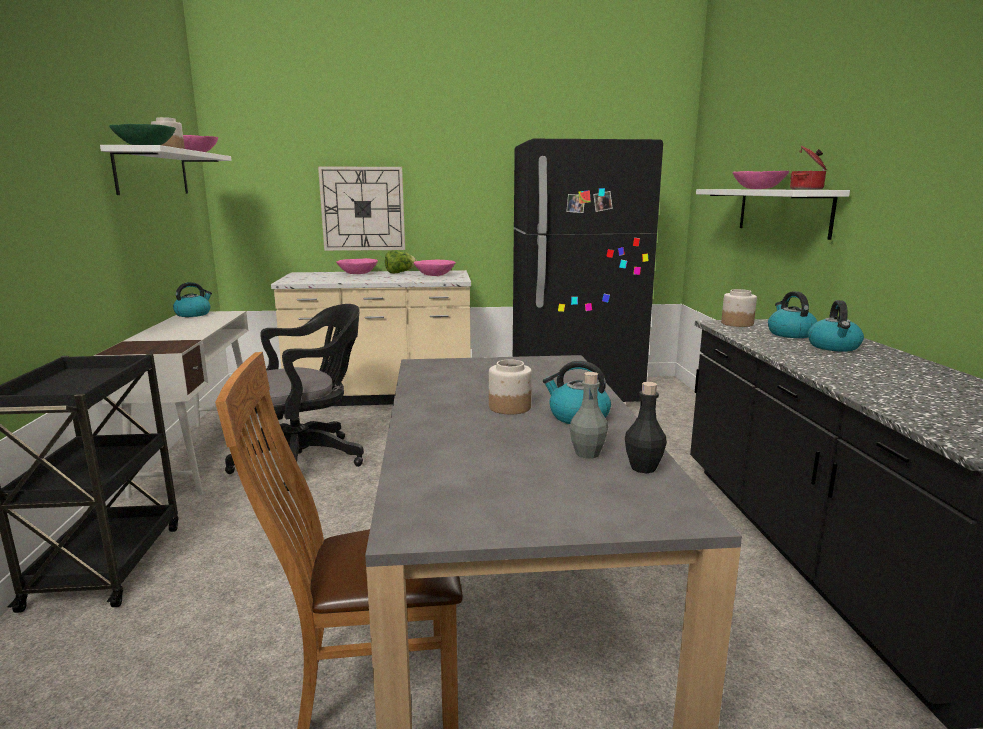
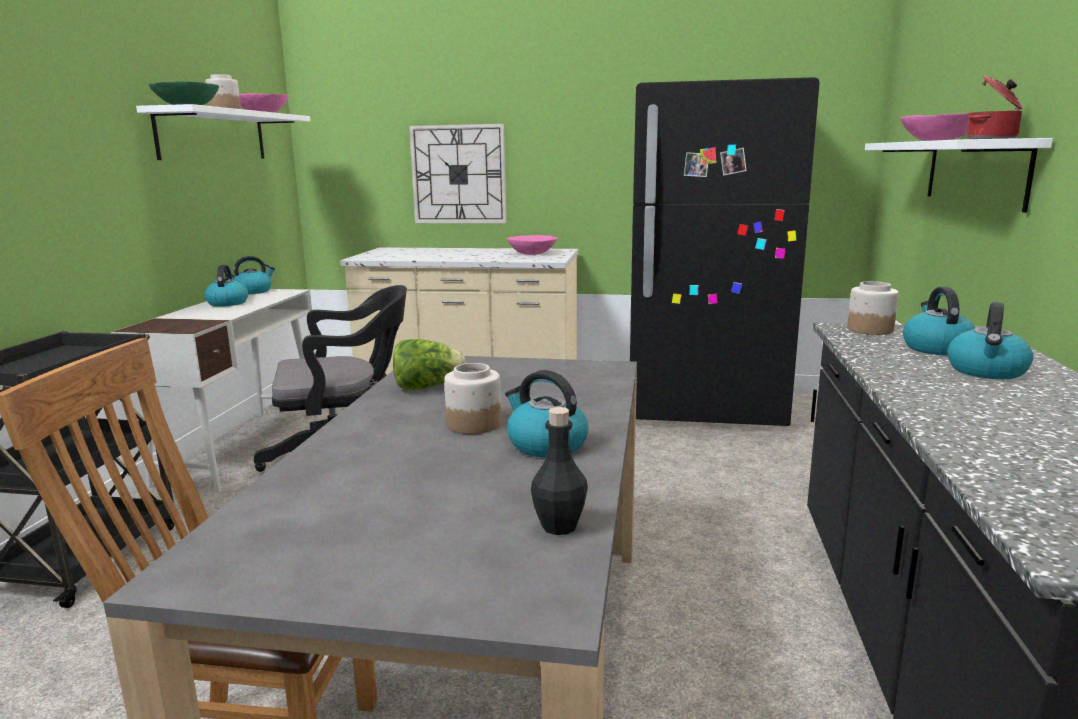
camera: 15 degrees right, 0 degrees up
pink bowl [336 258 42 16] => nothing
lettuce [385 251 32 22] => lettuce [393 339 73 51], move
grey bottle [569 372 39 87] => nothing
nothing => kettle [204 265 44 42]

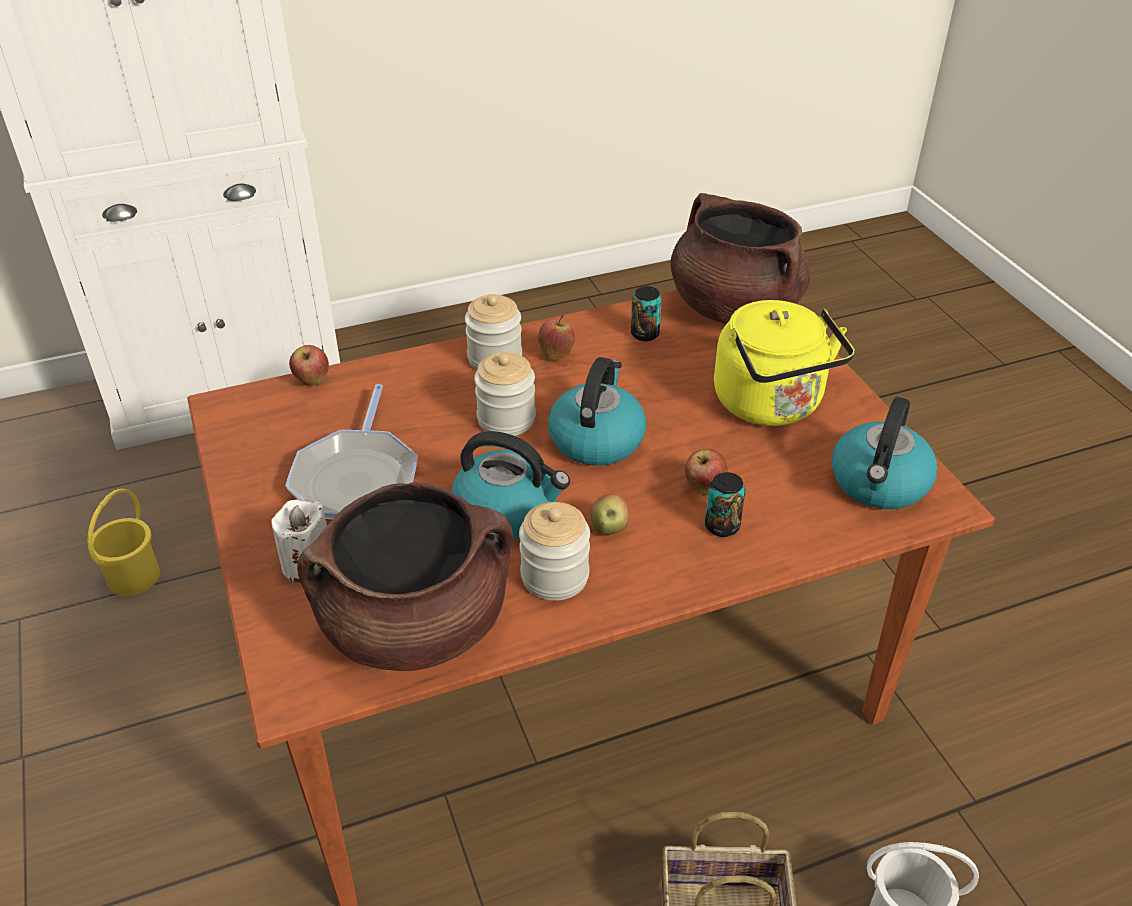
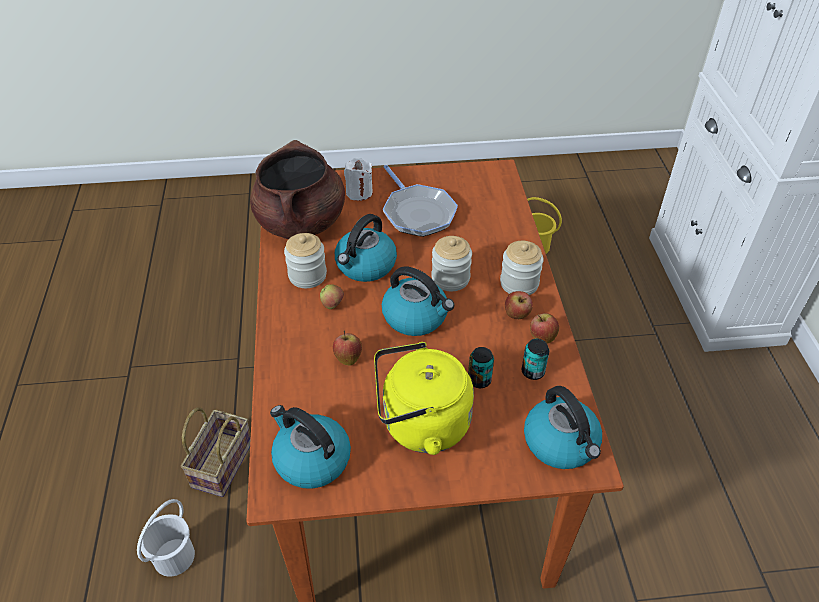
camera: 105 degrees right, 5 degrees up
frying pan [285 384 133 137] => frying pan [383 165 75 72], 135 degrees counterclockwise
apple [289 345 40 41] => apple [530 313 29 30], move
brown cooking pot [670 193 140 131] => kettle [524 386 78 83]
can [705 472 40 65] => can [468 347 26 41], move

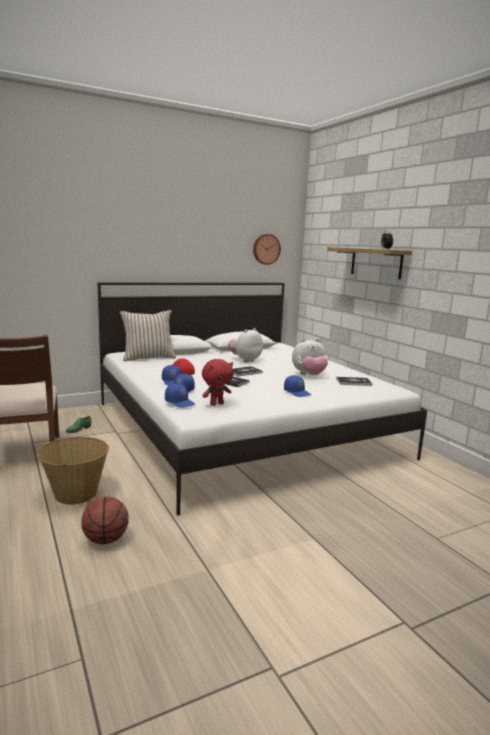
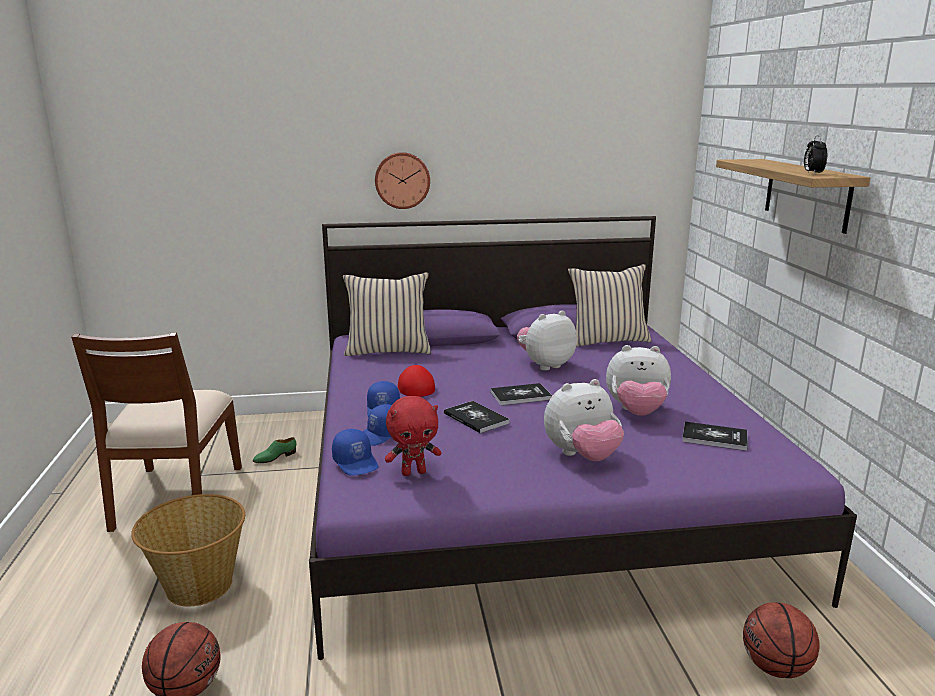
camera: 20 degrees right, 5 degrees up
white bed [98 282 329 233] => purple bed [309 216 548 444]
wall clock [253 234 28 31] => wall clock [375 152 55 57], move
blue cap [284 375 27 22] => plush toy [544 379 80 83]
nothing => beige pillow [568 264 84 83]
nothing => basketball [743 602 77 76]

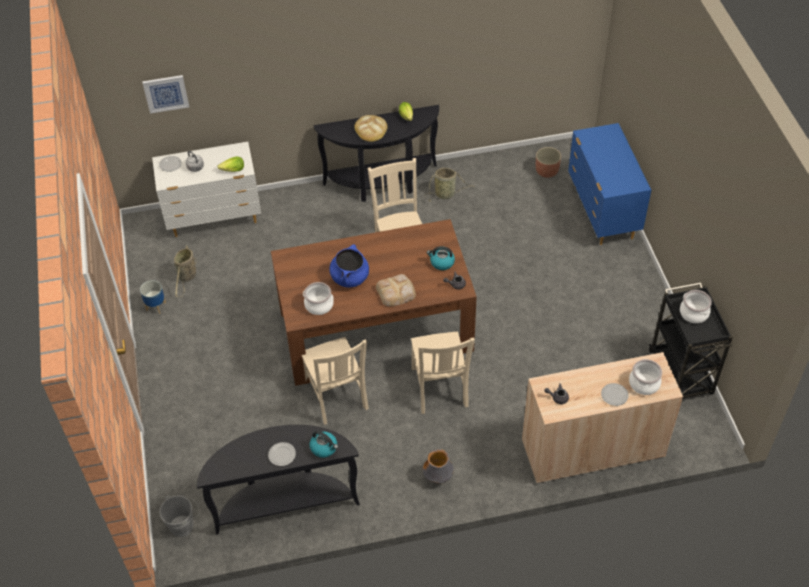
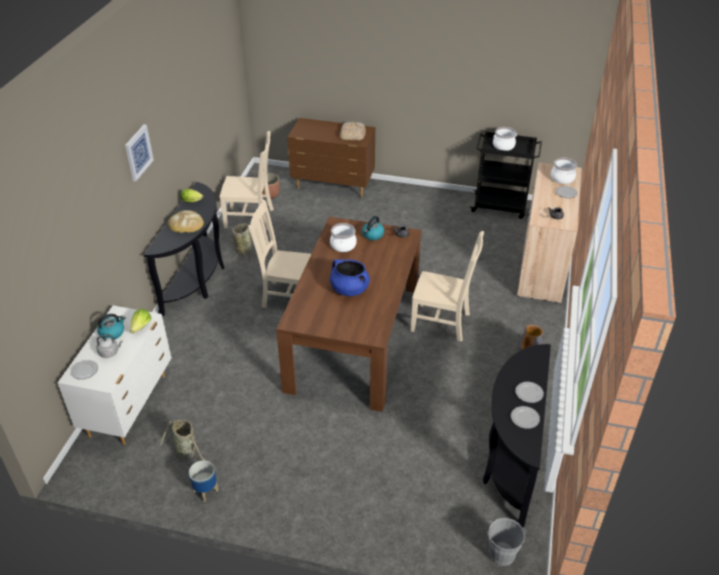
camera: 65 degrees left, 10 degrees down
picture [142 75 47 39] => picture [125 124 29 57], move
beige chair [302 337 67 88] => beige chair [220 131 54 99], move
cooking pot [303 282 31 33] => cooking pot [330 223 27 29], move
kettle [310 431 28 27] => kettle [97 314 29 26], move
bread [376 274 40 32] => bread [340 122 26 18], move
blue dresser [568 123 83 122] => brown dresser [287 118 88 80]
nothing => plate [511 406 29 23]

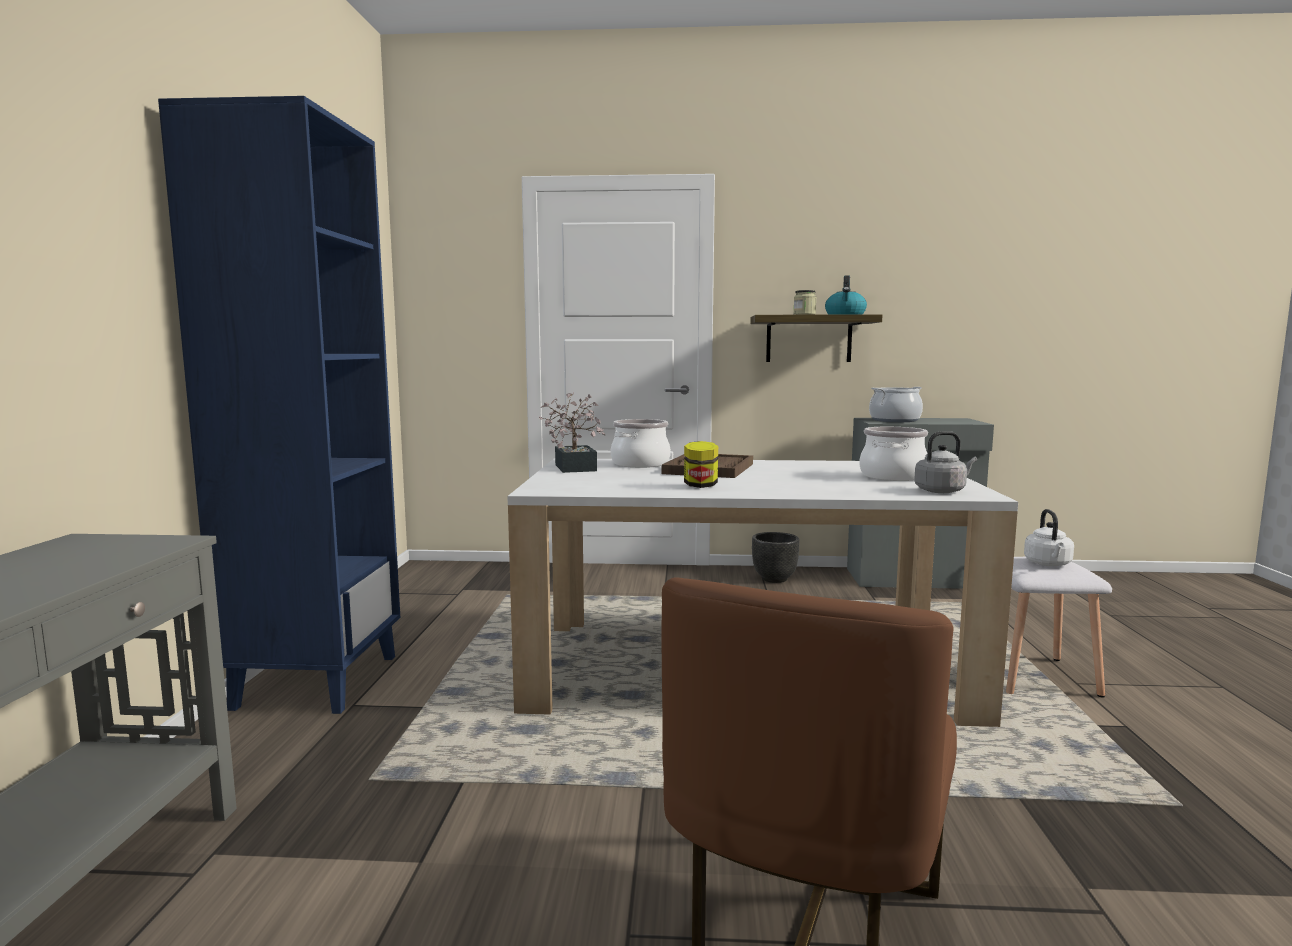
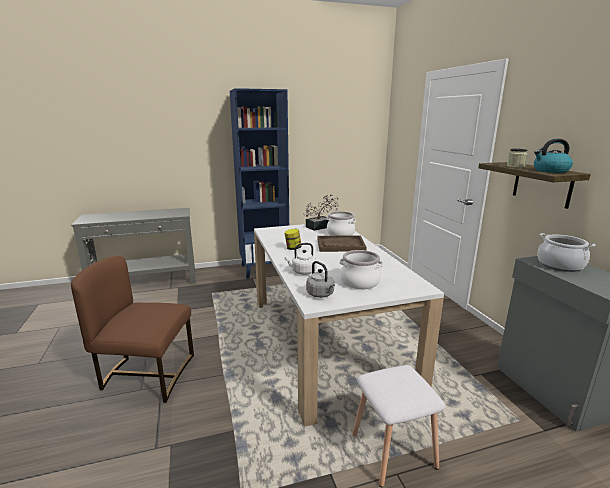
camera: 70 degrees right, 10 degrees up
black planter [752 532 48 51] => nothing
white kettle [1024 509 50 57] => white kettle [285 243 32 32], move

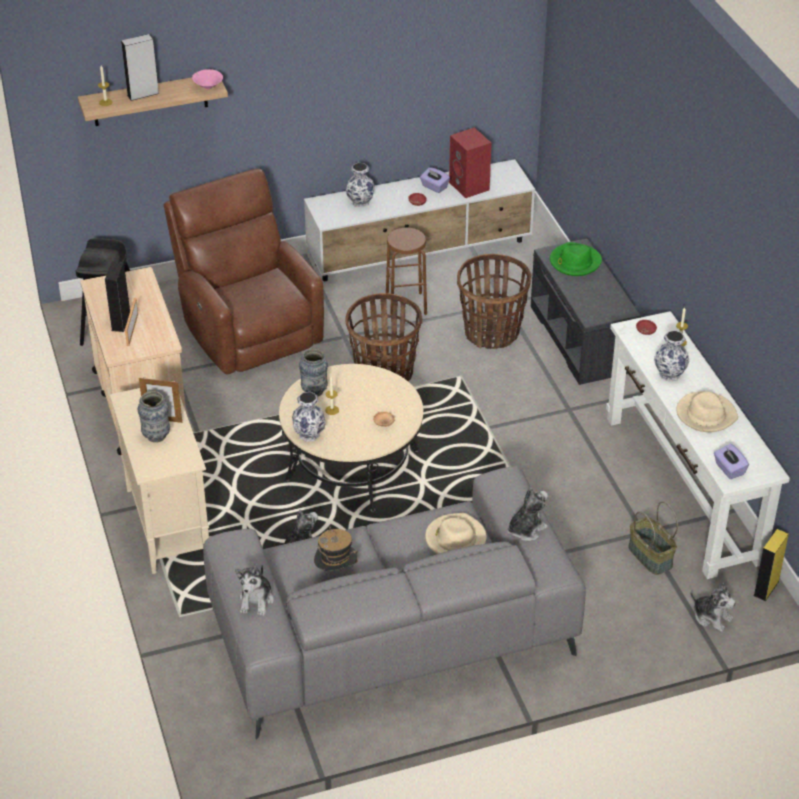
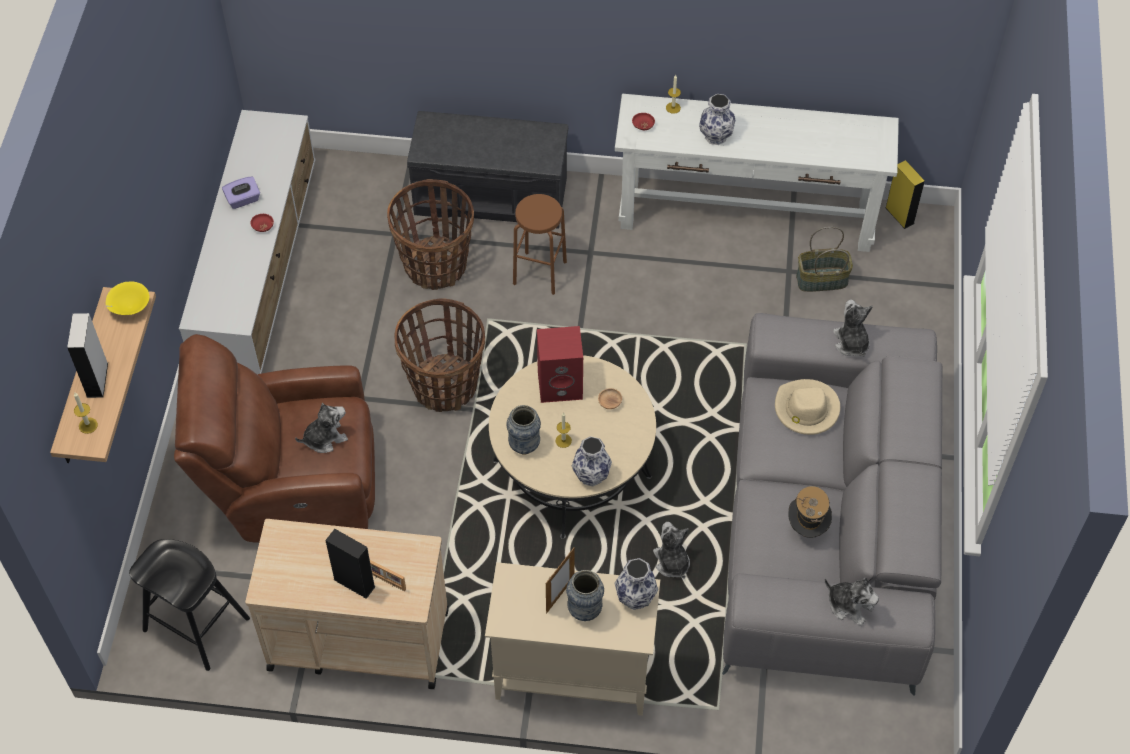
camera: 65 degrees left, 15 degrees up
pink bowl [192 69 31 20] => yellow bowl [106 281 43 34]
vase [346 163 29 45] => vase [614 558 44 52], move
brown stool [386 228 41 87] => brown stool [513 194 54 101], move
red speaker [449 128 42 70] => red speaker [537 326 46 77], move
green hat [550 242 52 34] => nothing
beige hat [676 391 62 41] => nothing
plush toy [690 583 46 49] => plush toy [295 403 53 50], move
purple tissue box [714 444 35 35] => nothing

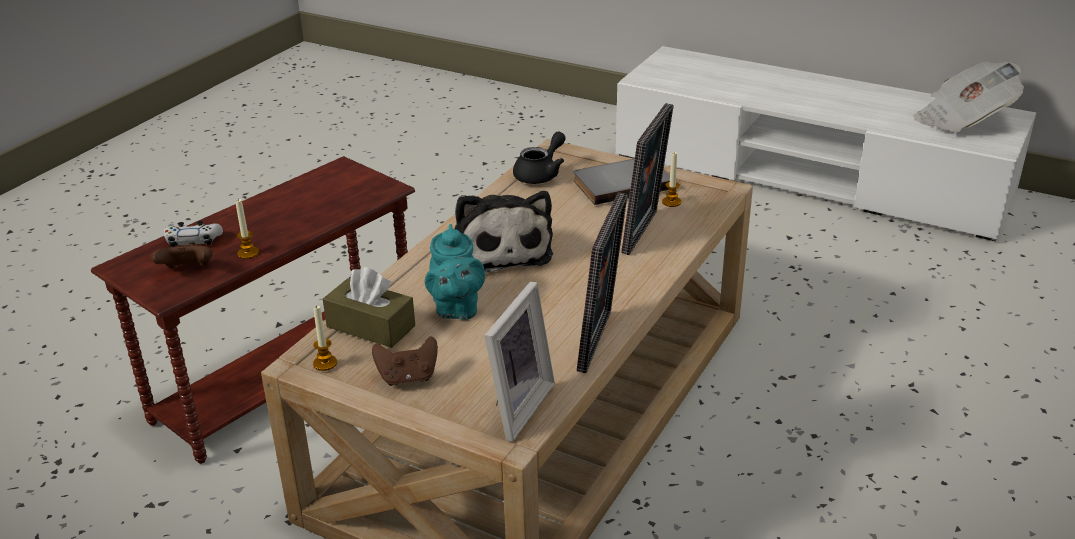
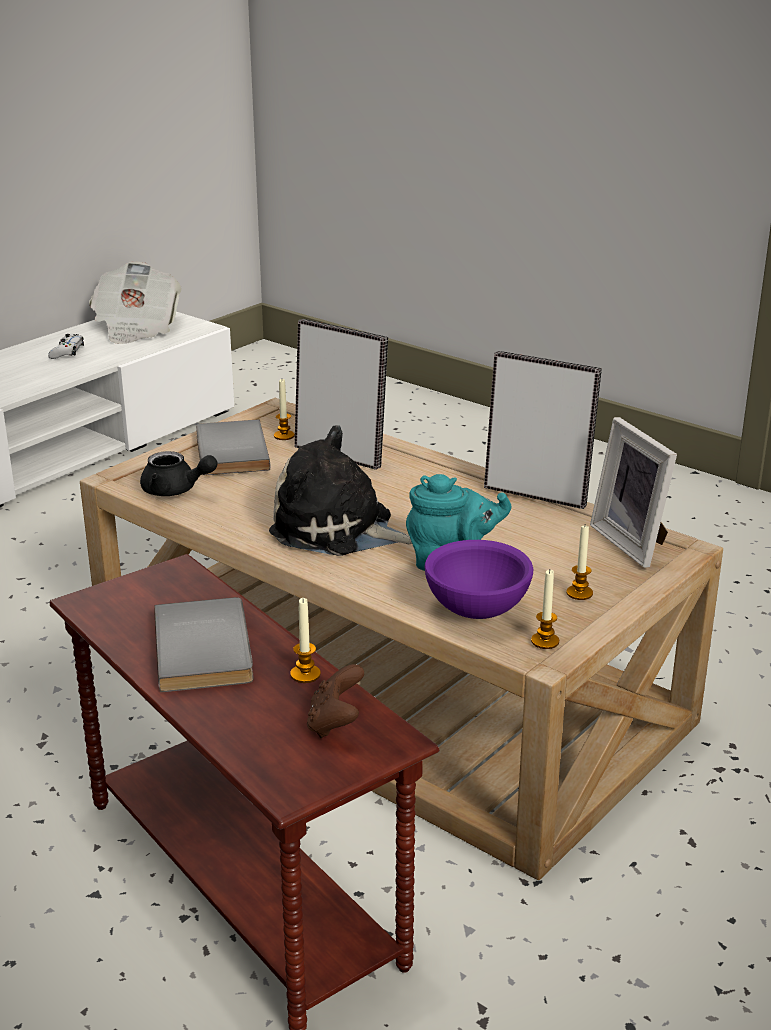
camera: 80 degrees left, 5 degrees down
white game controller [164 221 59 26] => white game controller [48 334 36 25], move
brown tissue box [323 267 92 81] => purple bowl [424 540 109 79]
brown game controller [372 336 66 50] => candle [567 526 26 74]
plush toy [454 191 99 82] => plush toy [269 425 143 131], 150 degrees counterclockwise
picture frame [484 281 71 161] => picture frame [590 417 87 151], 150 degrees counterclockwise
black teapot [513 132 53 52] => black teapot [140 451 77 45], 150 degrees clockwise
nothing => grey book [154 597 100 95]

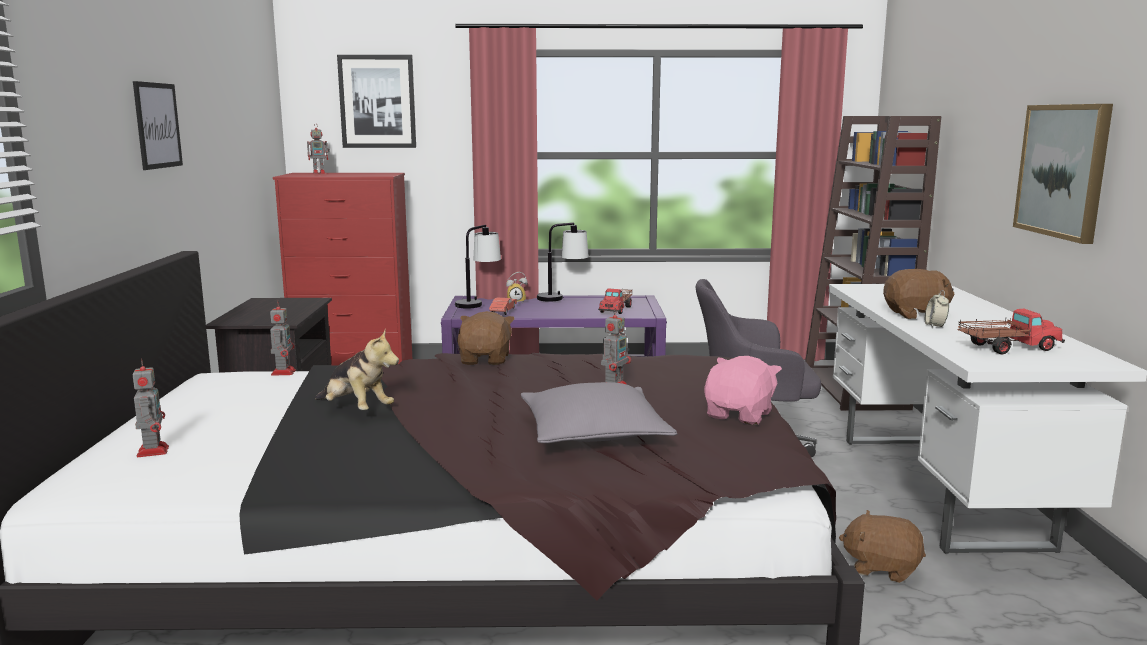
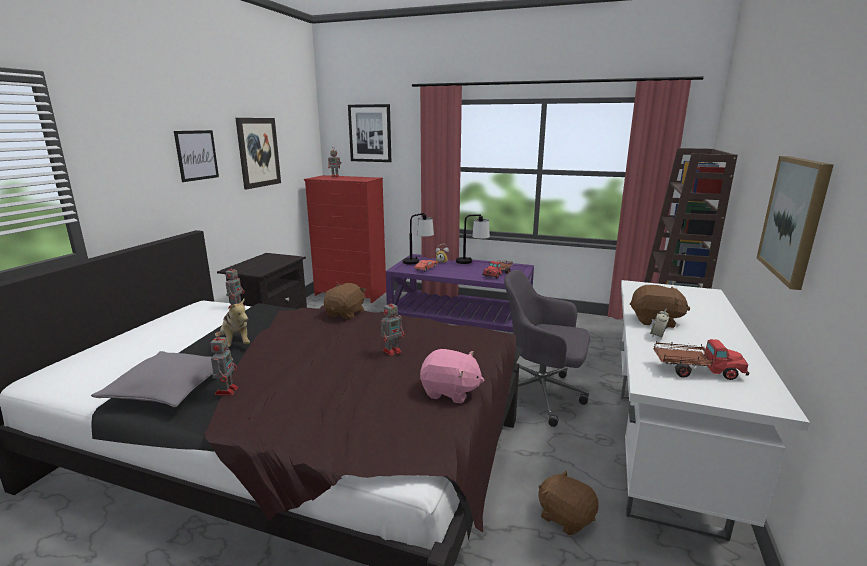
camera: 20 degrees right, 5 degrees up
toy robot [133 358 36 99] => toy robot [210 333 28 63], move
grey pillow [521 382 156 61] => grey pillow [91 351 143 56], move
pink plush toy [704 356 78 69] => pink plush toy [420 349 64 55], 60 degrees clockwise
nothing => picture [235 118 46 71]

